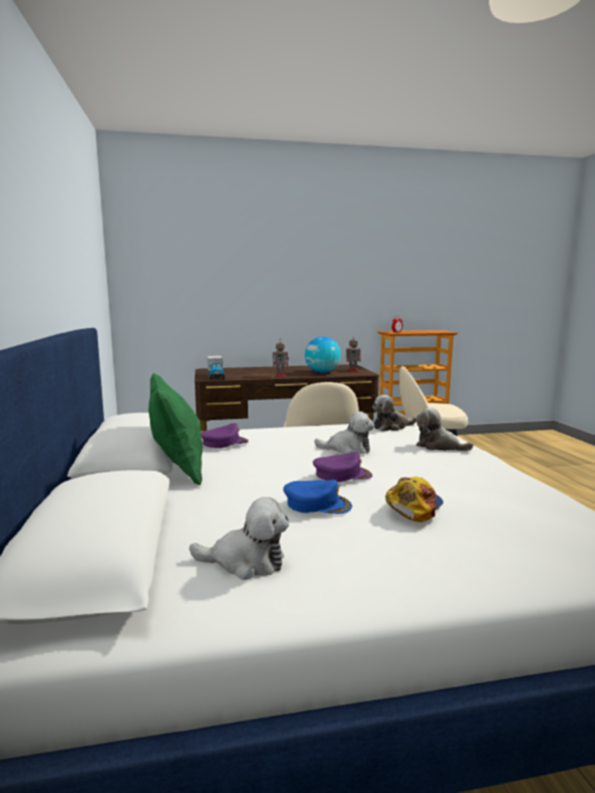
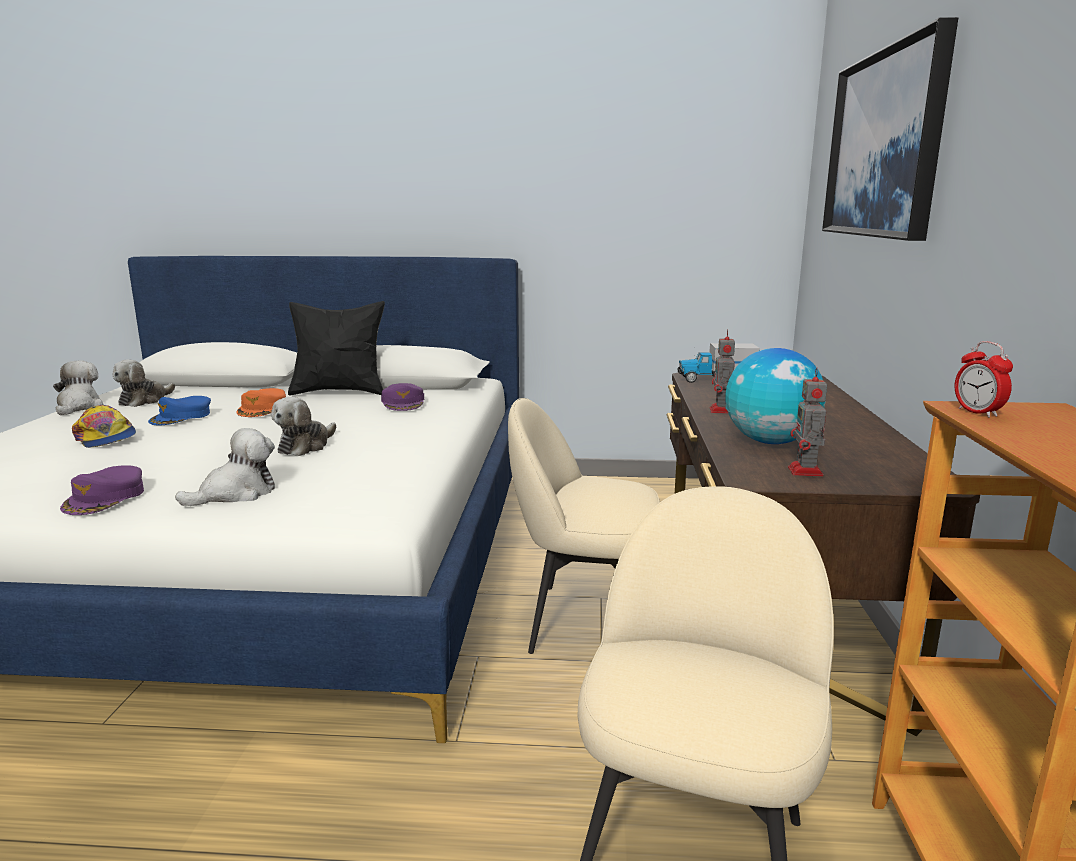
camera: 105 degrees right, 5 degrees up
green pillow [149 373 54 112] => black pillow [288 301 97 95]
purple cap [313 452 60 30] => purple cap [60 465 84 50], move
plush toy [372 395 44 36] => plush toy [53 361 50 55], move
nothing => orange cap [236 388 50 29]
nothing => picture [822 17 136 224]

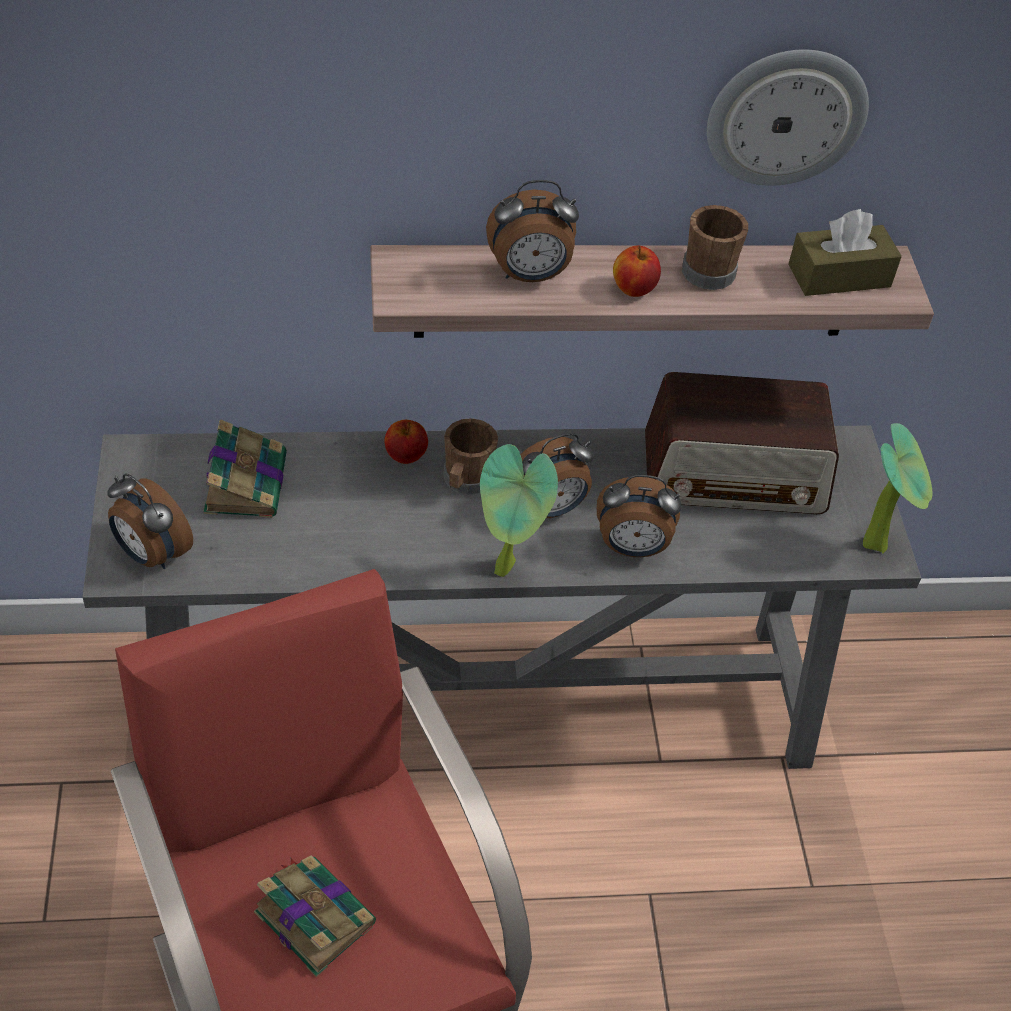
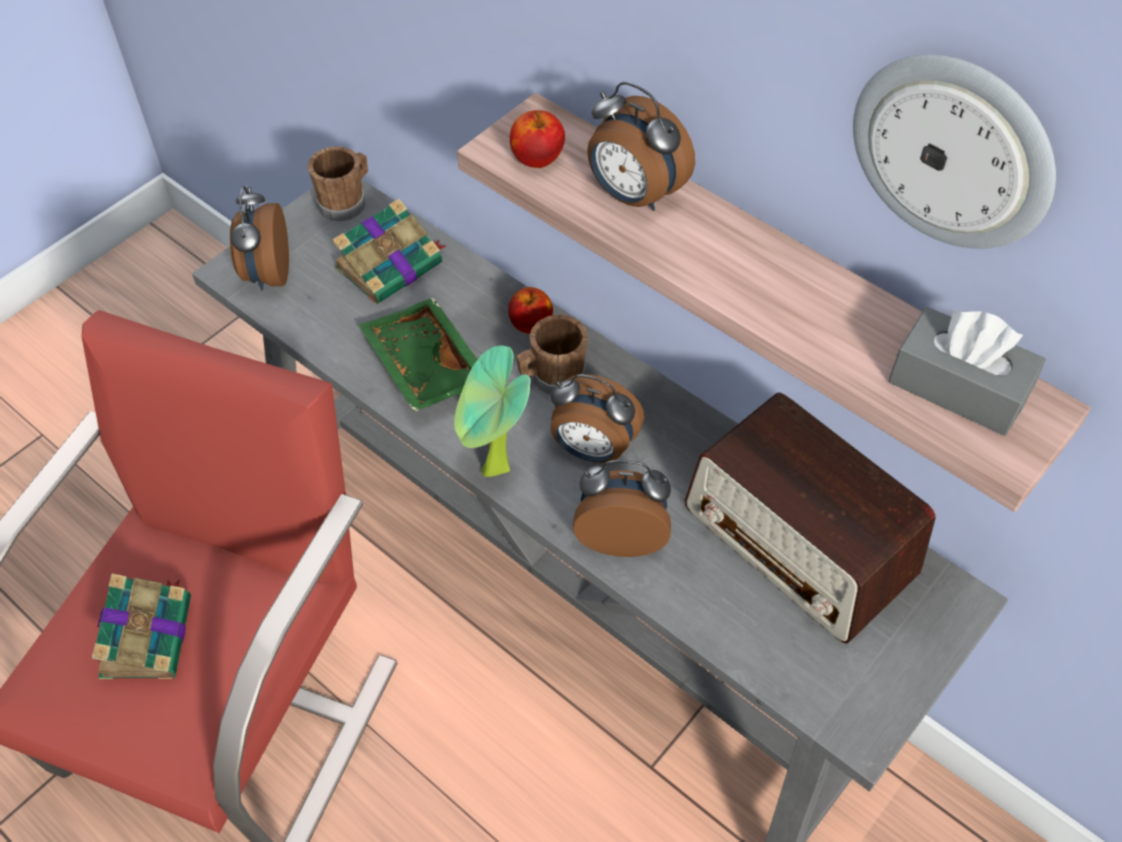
camera: 50 degrees right, 5 degrees up
alarm clock [597 475 85 82] => alarm clock [573 460 98 97], 135 degrees clockwise
apple [613 246 48 51] => apple [510 110 55 58], move
brown mug [682 205 66 85] => brown mug [307 146 61 76], move
brown tissue box [788 209 114 87] => grey tissue box [888 307 158 129]
potted plant [863 423 69 131] => nothing
nothing => green tray [359 298 119 114]

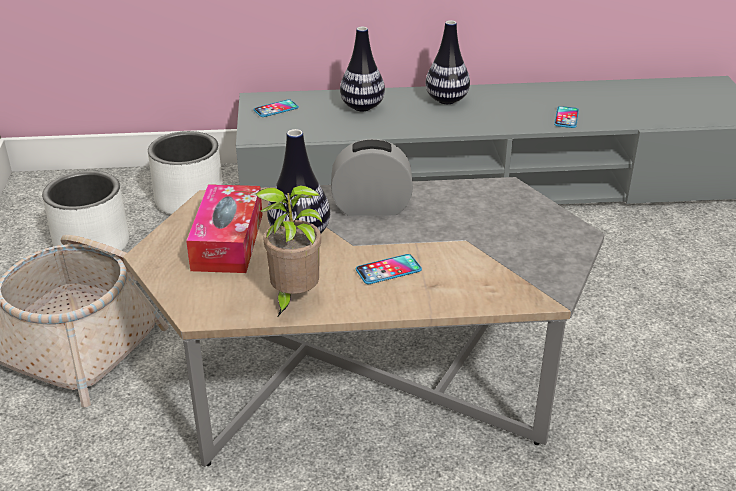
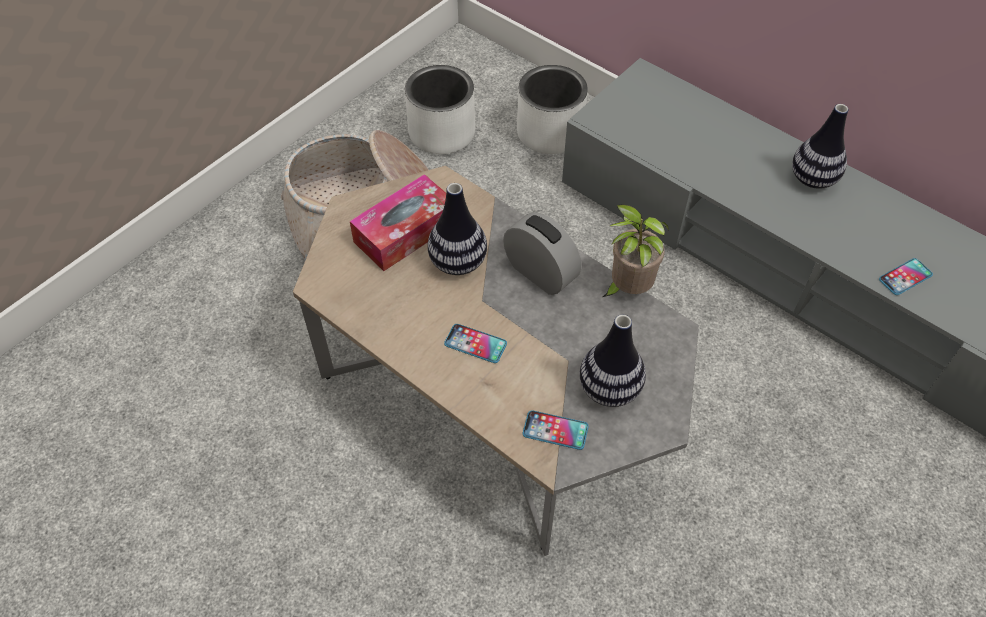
camera: 45 degrees right, 20 degrees up
phone [253 99 46 18] => phone [523 410 66 40], move
potted plant [255 185 67 131] => potted plant [603 204 66 93], move
vase [340 27 45 84] => vase [580 315 66 92], move

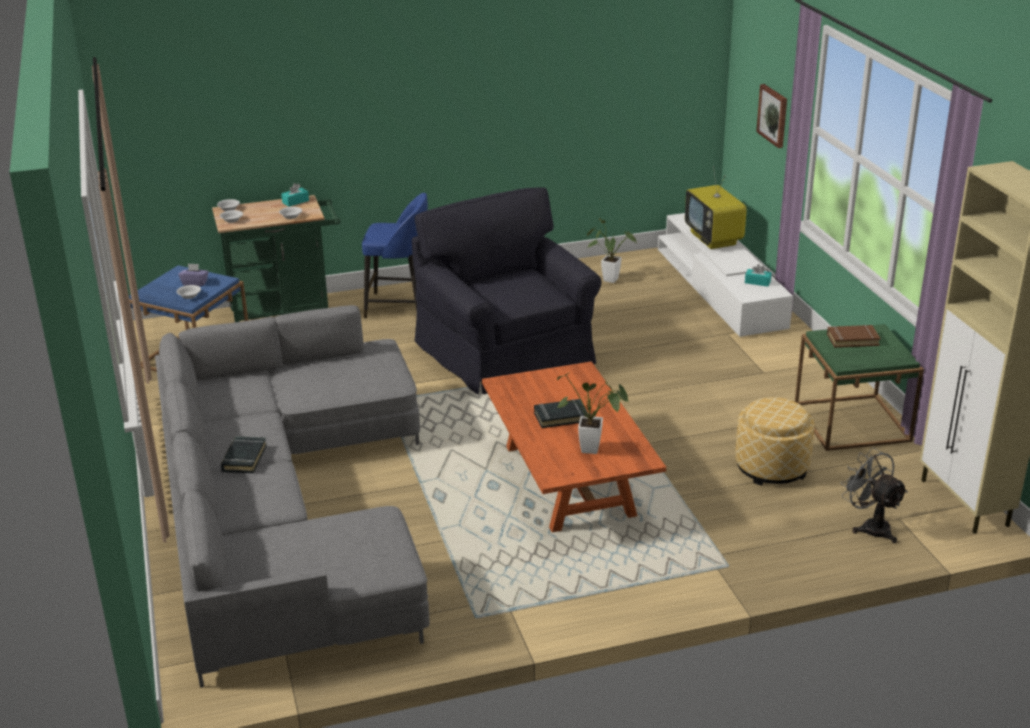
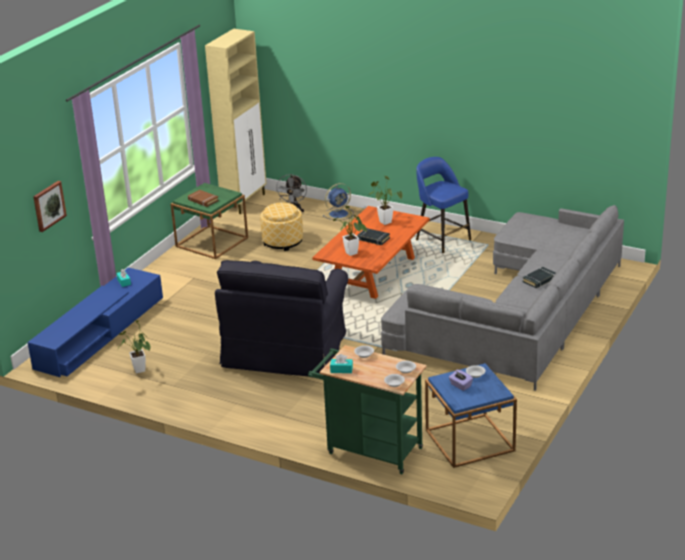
camera: 135 degrees left, 0 degrees up
blue stool [362 193 66 126] => blue stool [416 157 55 96], move
white tv stand [658 213 135 124] => blue tv stand [27 268 136 109]
television [685 166 62 83] => nothing
nothing => blue fan [323 183 31 38]
nothing => potted plant [333 206 34 50]

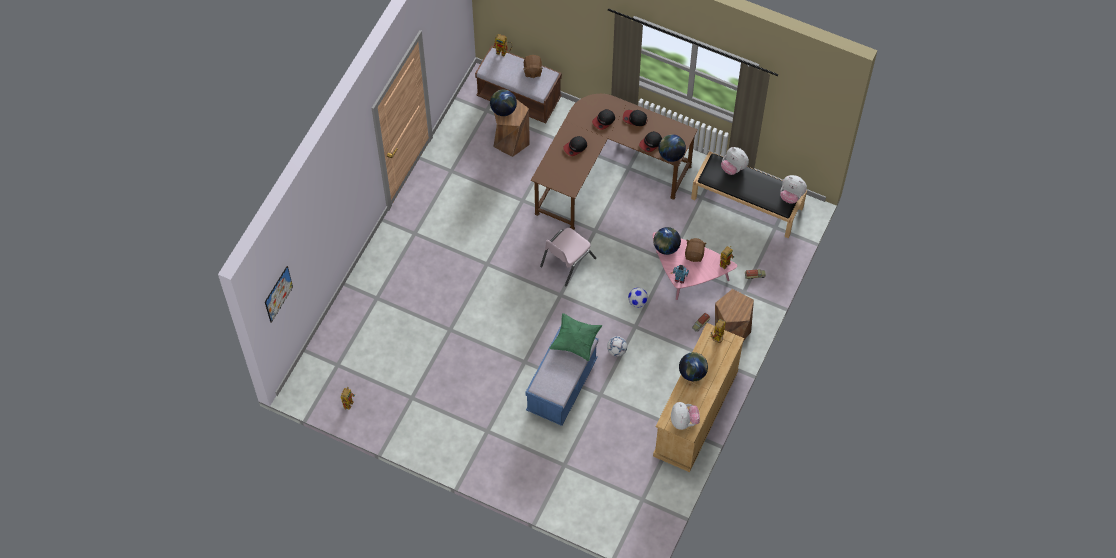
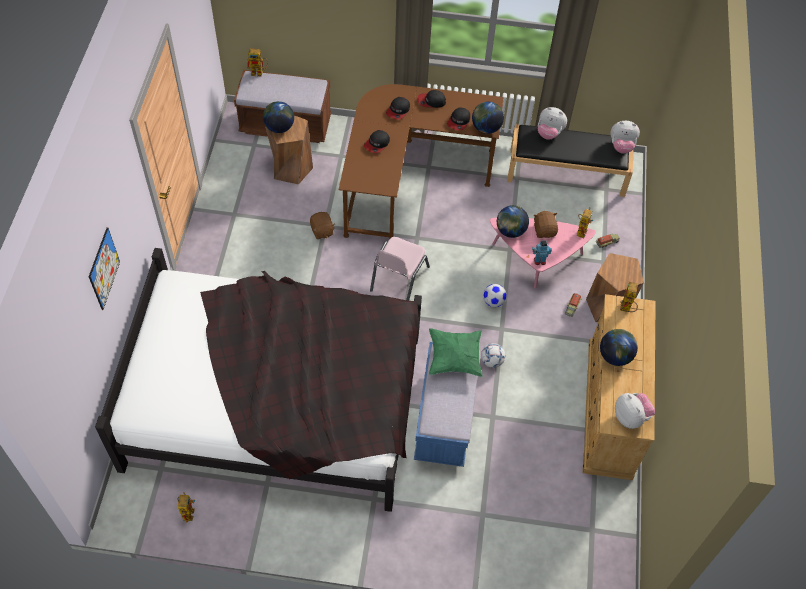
camera: 20 degrees left, 5 degrees down
picture [265 266 28 57] => picture [89 227 31 83], move
brown plush toy [524 55 19 23] => brown plush toy [310 212 25 27], move
nothing => black bed [95 248 327 264]

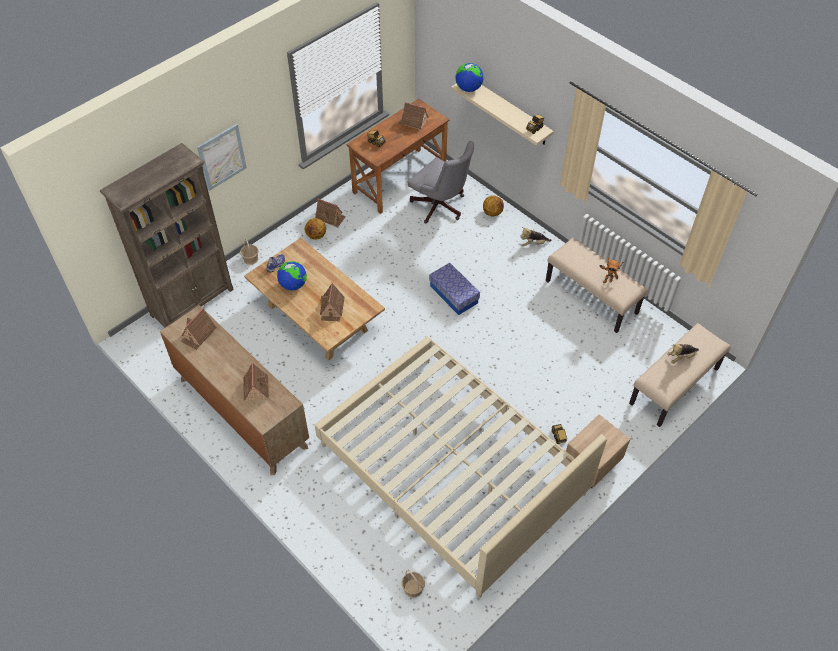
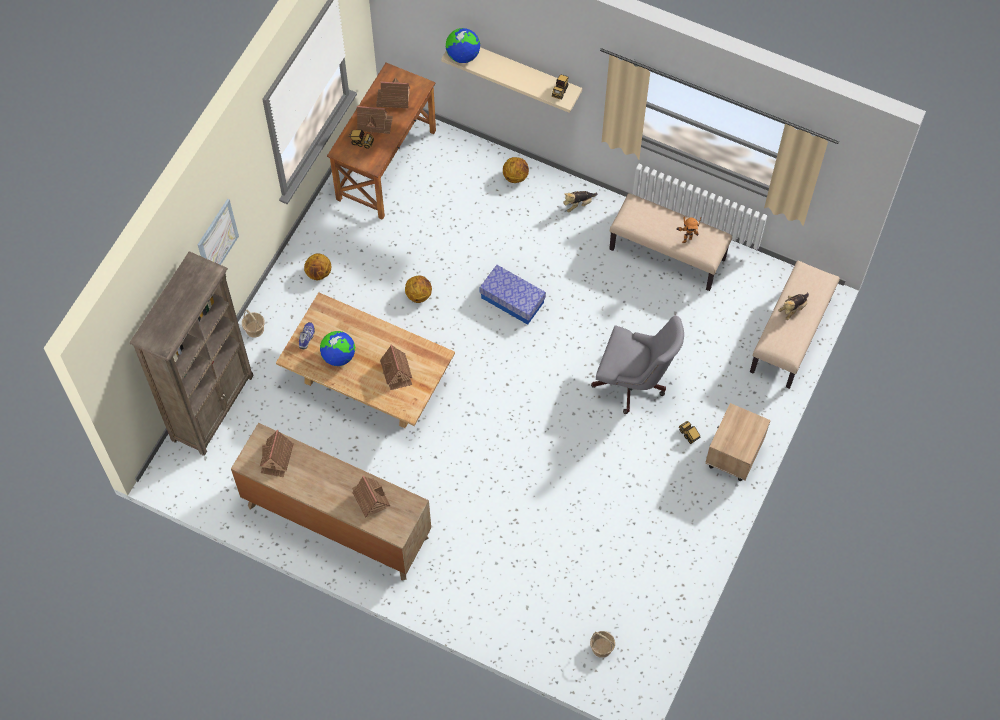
camera: 20 degrees left, 10 degrees up
toy house [315 199 31 28] => toy house [357 106 36 28], move
beige bed [315 336 292 262] => nothing
grey office chair [408 141 67 82] => grey office chair [591 316 93 98], move
nothing => basketball [405 276 27 27]

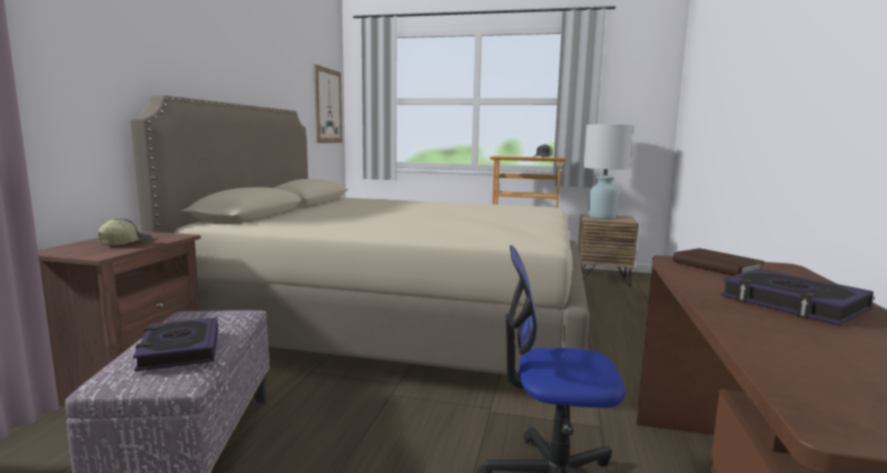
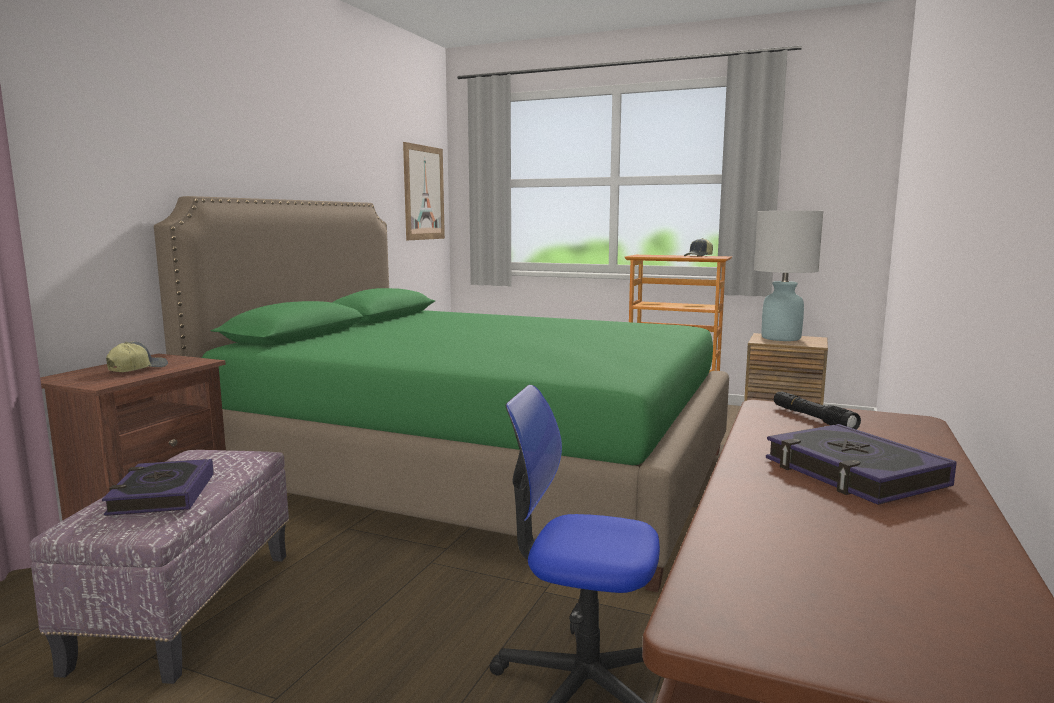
camera: 10 degrees right, 0 degrees up
beige bed [130 95 459 280] => green bed [154 196 575 396]
brown book [673 248 92 28] => black flashlight [774 391 87 39]

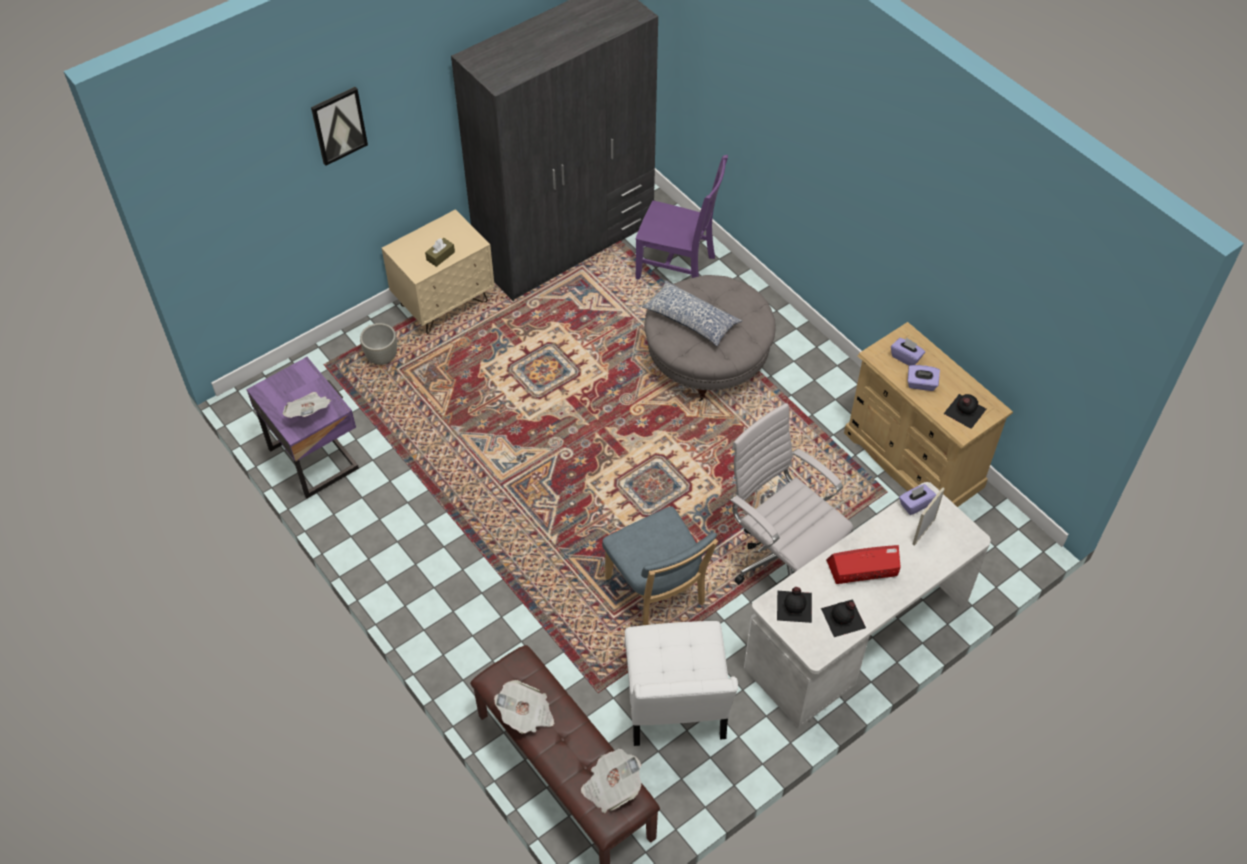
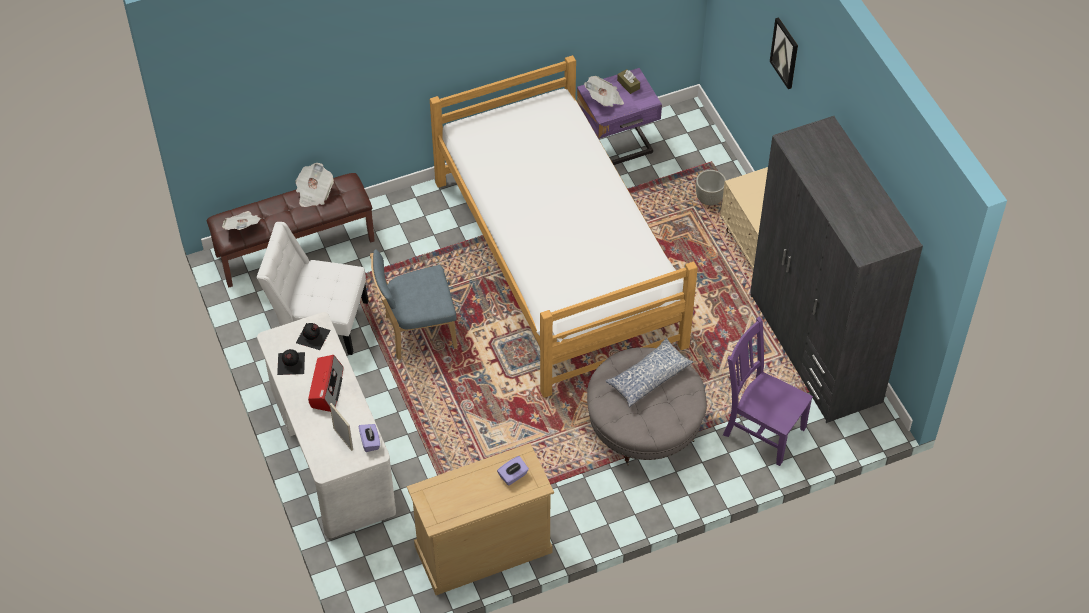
camera: 105 degrees right, 0 degrees up
brown tissue box [425 238 30 29] => brown tissue box [617 69 23 25], move
purple chair [635 155 93 125] => purple chair [723 316 90 150], 90 degrees clockwise
white office chair [730 403 123 182] => nothing
purple tissue box [908 365 32 26] => nothing
black bottle [944 394 42 35] => nothing
nothing => bed [430 55 268 343]

